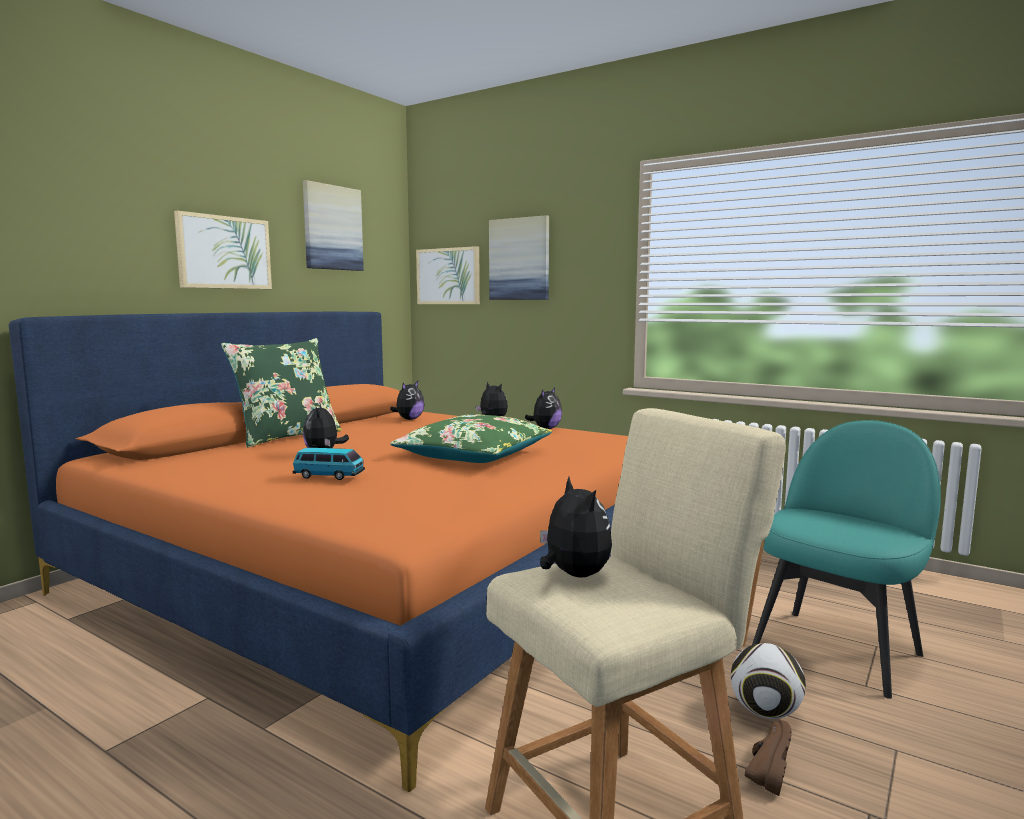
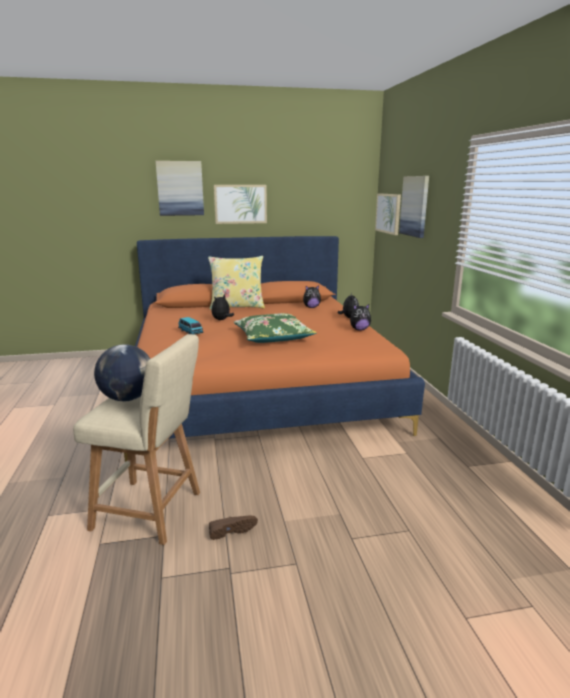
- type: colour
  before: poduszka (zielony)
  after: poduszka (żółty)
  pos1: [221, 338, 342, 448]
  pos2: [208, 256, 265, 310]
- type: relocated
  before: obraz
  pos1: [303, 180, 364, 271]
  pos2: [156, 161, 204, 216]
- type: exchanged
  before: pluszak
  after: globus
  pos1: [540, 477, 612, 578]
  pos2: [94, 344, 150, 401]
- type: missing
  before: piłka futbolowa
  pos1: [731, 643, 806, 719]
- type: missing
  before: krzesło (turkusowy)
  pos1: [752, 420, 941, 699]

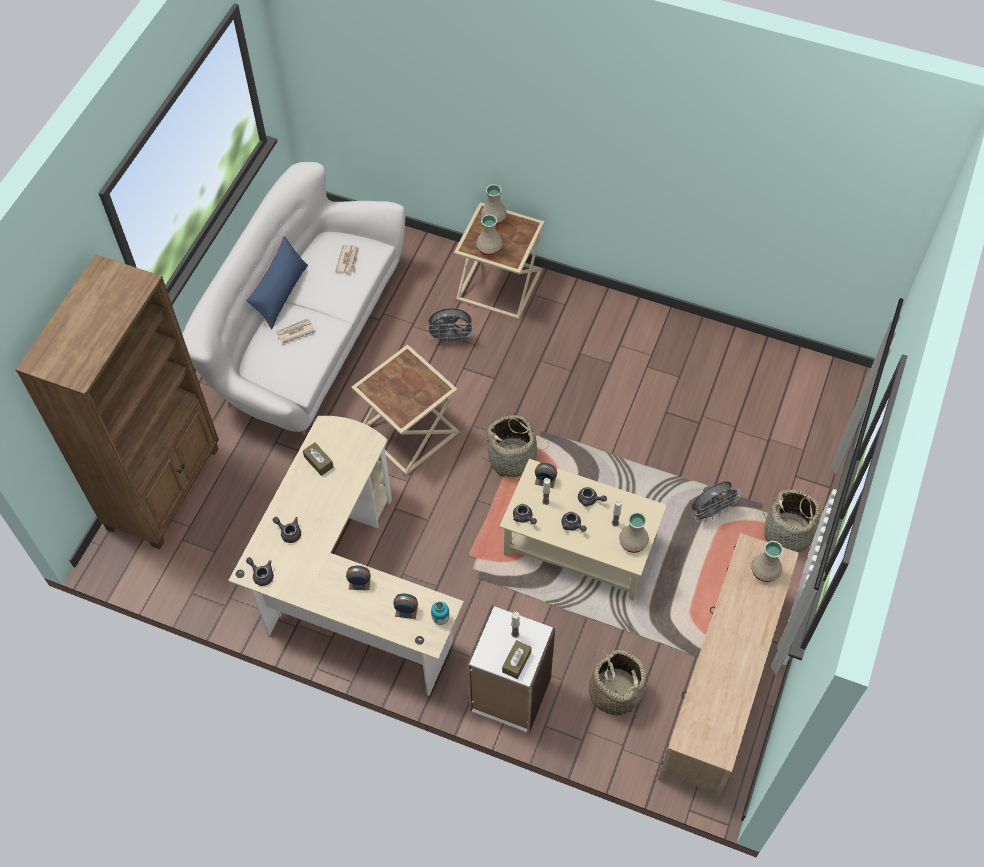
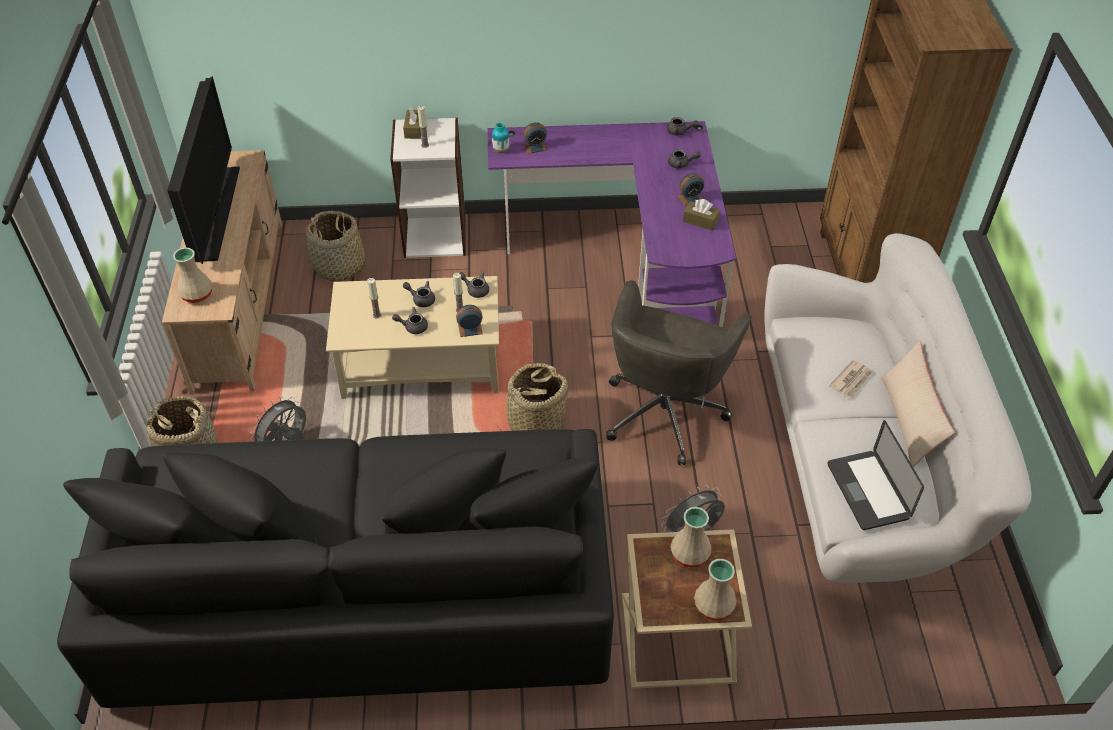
- type: colour
  before: biurko (beżowy)
  after: biurko (fioletowy)
  pos1: [228, 416, 464, 696]
  pos2: [487, 121, 736, 327]
- type: colour
  before: poduszka (niebieski)
  after: poduszka (beżowy)
  pos1: [246, 236, 308, 330]
  pos2: [881, 341, 955, 468]
- type: exchanged
  before: gazeta
  after: laptop
  pos1: [335, 244, 359, 274]
  pos2: [827, 420, 924, 530]
- type: relocated
  before: budzik
  pos1: [346, 566, 371, 590]
  pos2: [678, 173, 704, 206]
- type: exchanged
  before: stolik (beżowy)
  after: krzesło biurowe (szary)
  pos1: [351, 344, 460, 475]
  pos2: [606, 280, 752, 465]
- type: missing
  before: wazon (beżowy)
  pos1: [619, 512, 649, 553]
- type: appeared
  after: kanapa (czarny)
  pos2: [57, 429, 614, 708]
- type: appeared
  after: telewizor
  pos2: [167, 76, 240, 264]

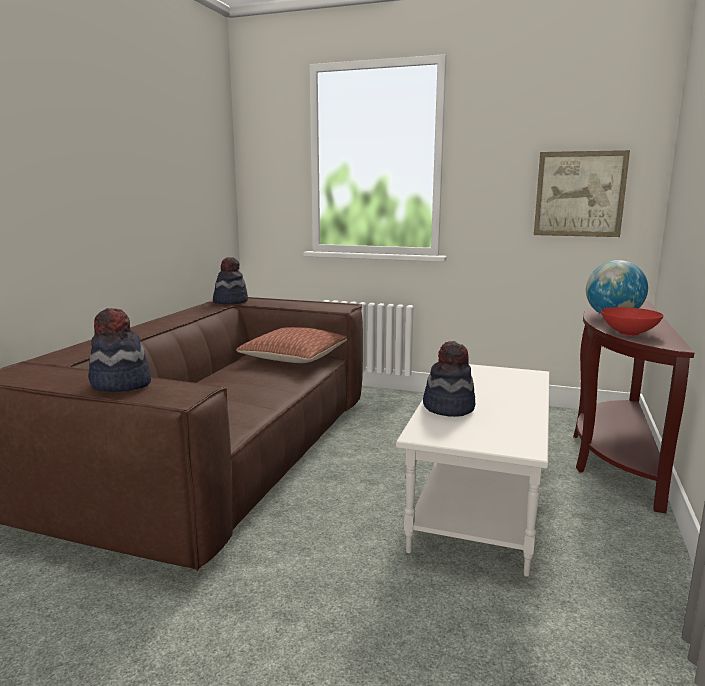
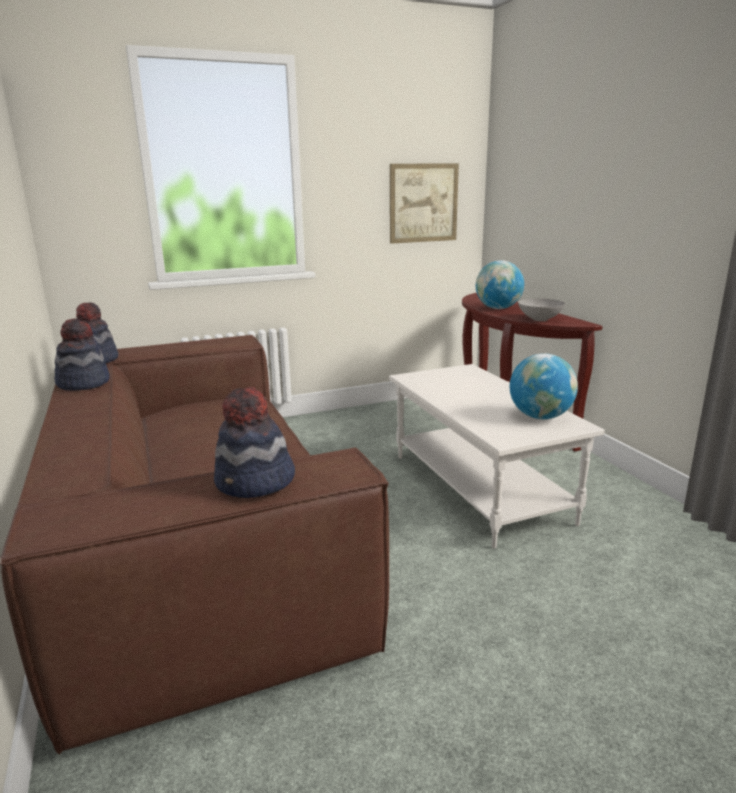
- type: missing
  before: poduszka
  pos1: [236, 327, 347, 363]
- type: relocated
  before: kapelusz
  pos1: [423, 341, 475, 417]
  pos2: [54, 319, 110, 390]
- type: colour
  before: miska (czerwony)
  after: miska (szary)
  pos1: [601, 307, 664, 336]
  pos2: [518, 299, 565, 321]
- type: appeared
  after: globus
  pos2: [510, 353, 578, 419]

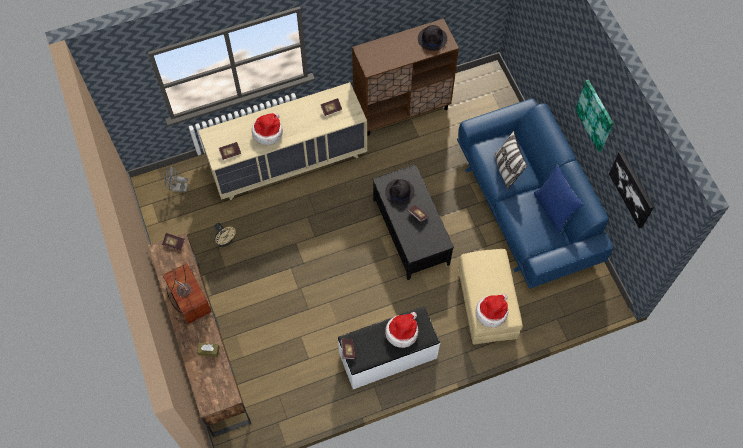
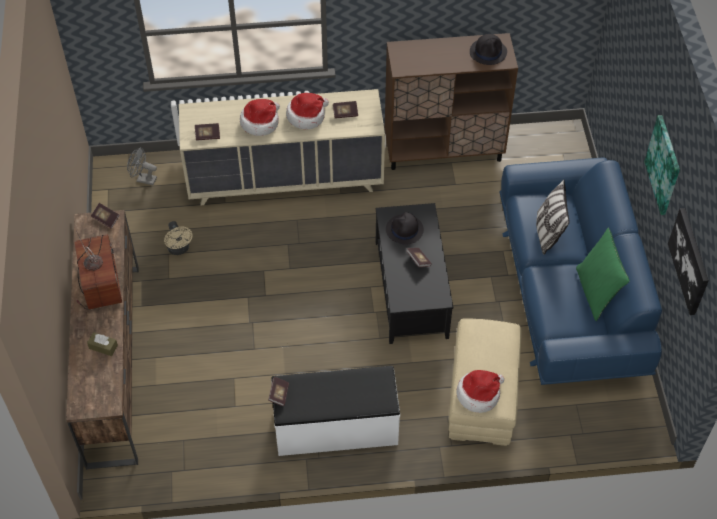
- type: relocated
  before: kapelusz
  pos1: [385, 312, 418, 348]
  pos2: [286, 93, 329, 129]
- type: colour
  before: poduszka (niebieski)
  after: poduszka (zielony)
  pos1: [534, 164, 584, 233]
  pos2: [576, 227, 630, 321]

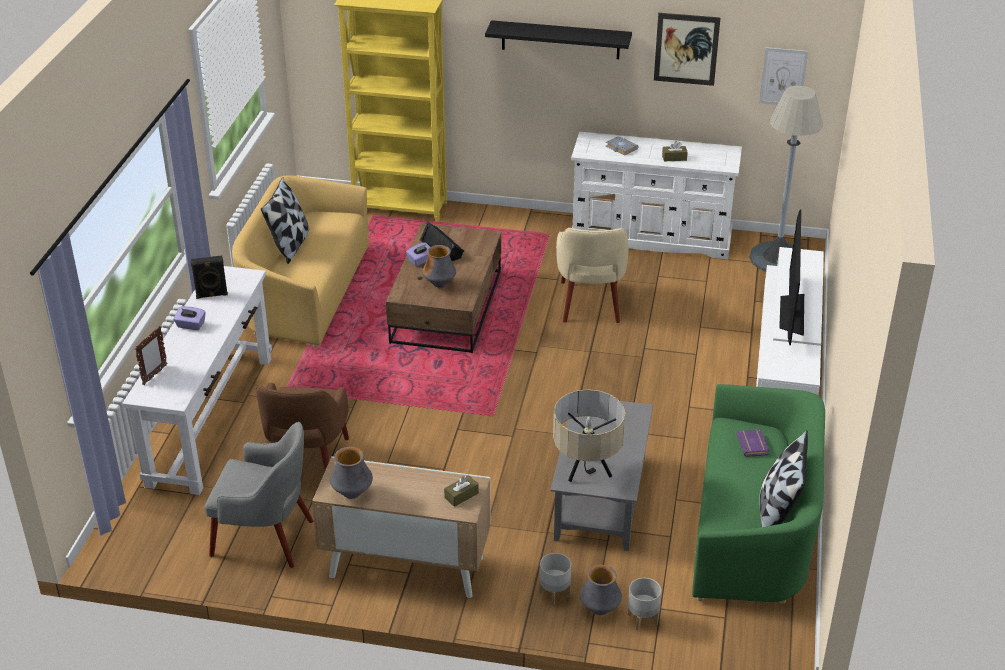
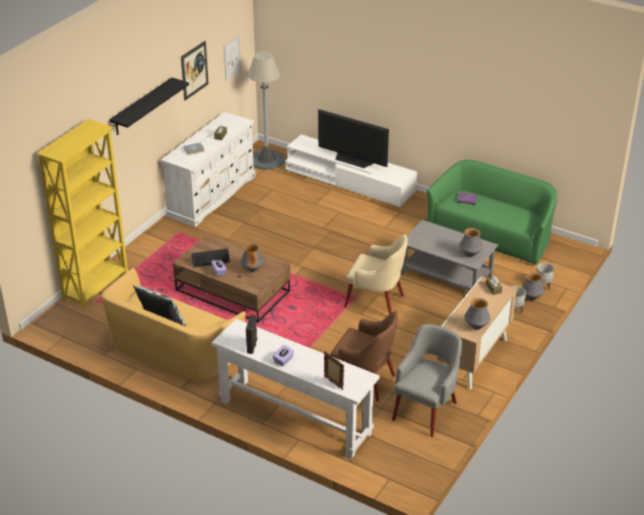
- type: exchanged
  before: lampa stołowa (beżowy)
  after: wazon
  pos1: [553, 389, 626, 482]
  pos2: [459, 228, 483, 257]
- type: relocated
  before: fotel (beżowy)
  pos1: [556, 228, 629, 323]
  pos2: [344, 234, 408, 314]
- type: missing
  before: poduszka
  pos1: [759, 430, 808, 527]

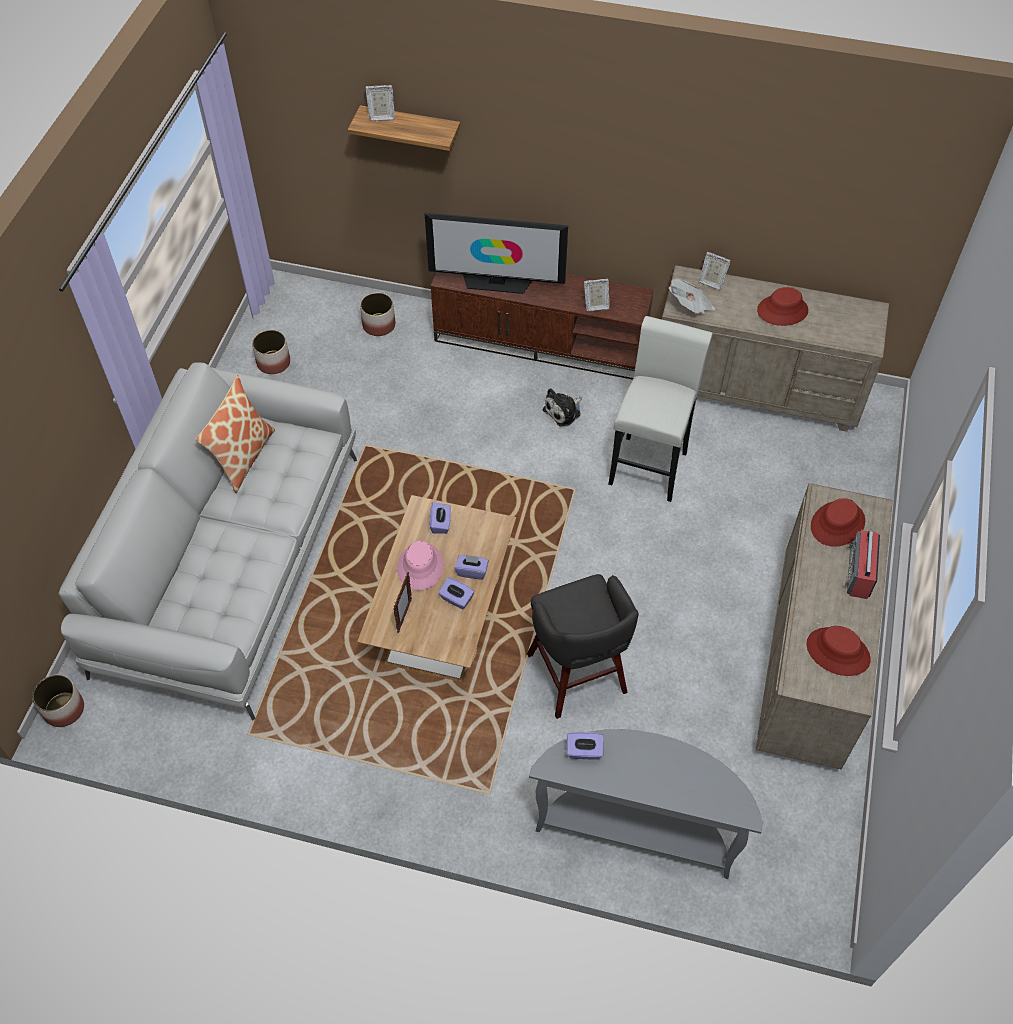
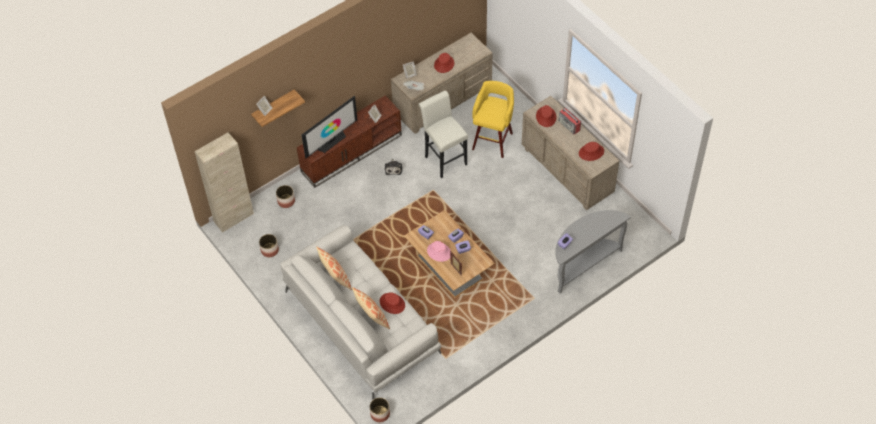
- type: missing
  before: stołek (szary)
  pos1: [527, 574, 639, 719]
- type: appeared
  after: szafka (beżowy)
  pos2: [194, 132, 254, 233]
- type: appeared
  after: poduszka
  pos2: [352, 287, 390, 329]
- type: appeared
  after: kapelusz (czerwony)
  pos2: [380, 292, 405, 314]
- type: appeared
  after: stołek (żółty)
  pos2: [472, 81, 514, 158]

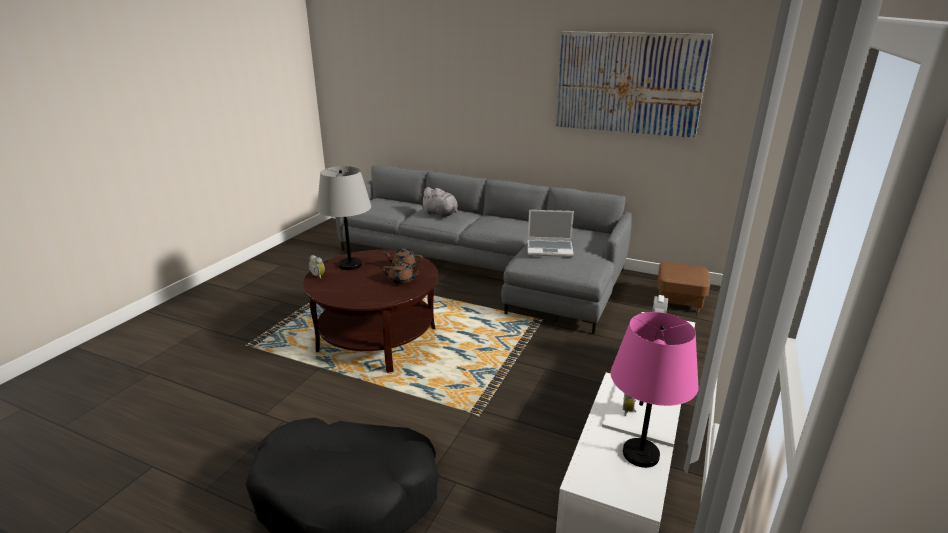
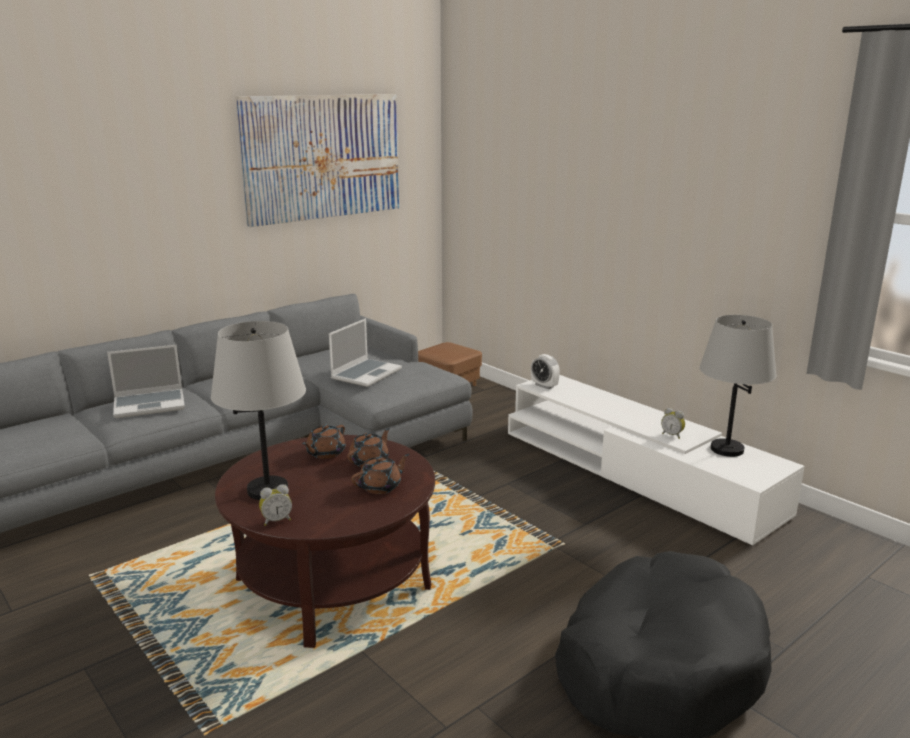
- type: exchanged
  before: pluszak (szary)
  after: laptop
  pos1: [420, 187, 458, 218]
  pos2: [107, 345, 185, 418]
- type: colour
  before: lampa stołowa (różowy)
  after: lampa stołowa (szary)
  pos1: [611, 312, 699, 468]
  pos2: [699, 315, 776, 457]
- type: appeared
  after: imbryk (brązowy)
  pos2: [351, 454, 410, 494]

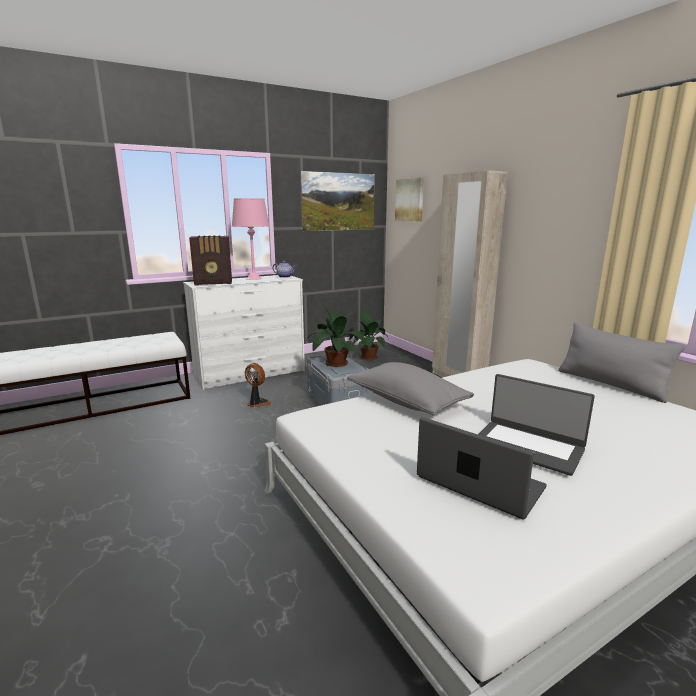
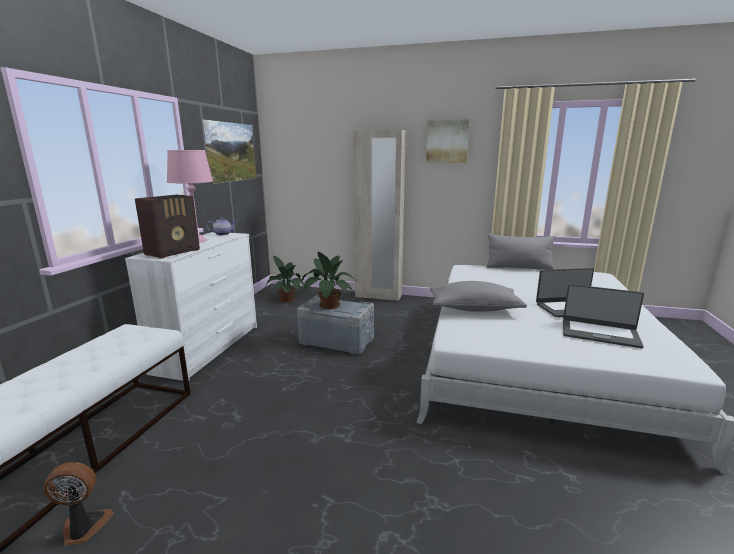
- type: relocated
  before: wentylator
  pos1: [245, 363, 272, 408]
  pos2: [44, 462, 114, 546]
- type: relocated
  before: obraz
  pos1: [395, 177, 424, 221]
  pos2: [426, 119, 469, 163]
- type: spun
  before: laptop
  pos1: [417, 417, 547, 520]
  pos2: [563, 284, 644, 348]
  turn: -150

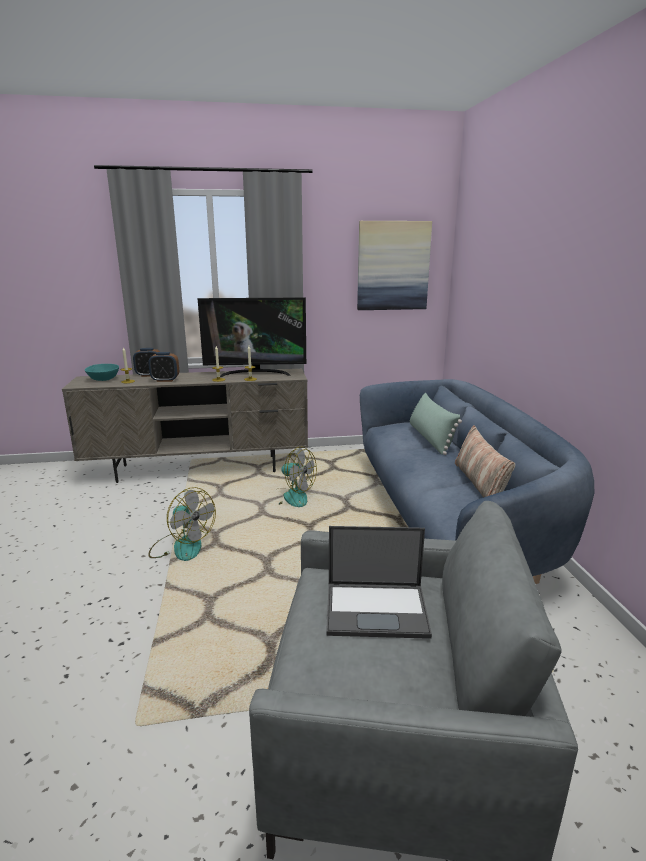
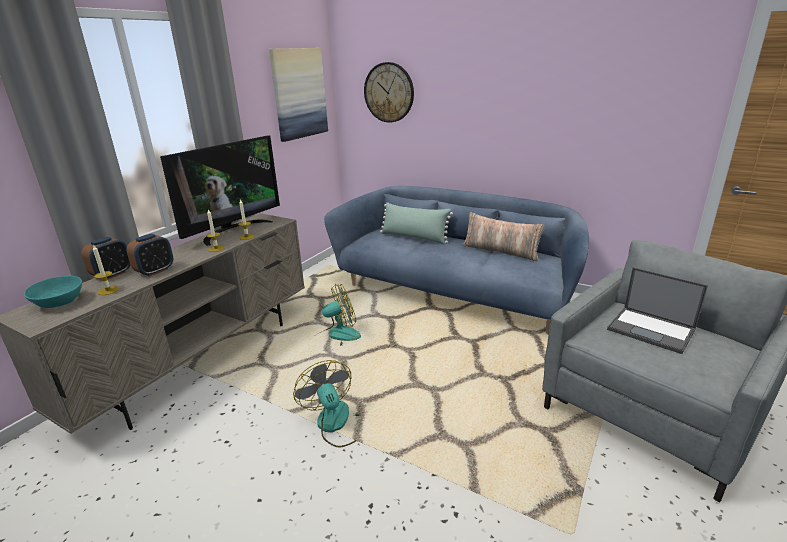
- type: spun
  before: wentylator
  pos1: [148, 487, 216, 561]
  pos2: [293, 360, 360, 448]
  turn: -105
- type: spun
  before: laptop
  pos1: [326, 526, 432, 639]
  pos2: [607, 267, 708, 354]
  turn: 90
- type: appeared
  after: zegar ścienny
  pos2: [364, 62, 414, 123]

